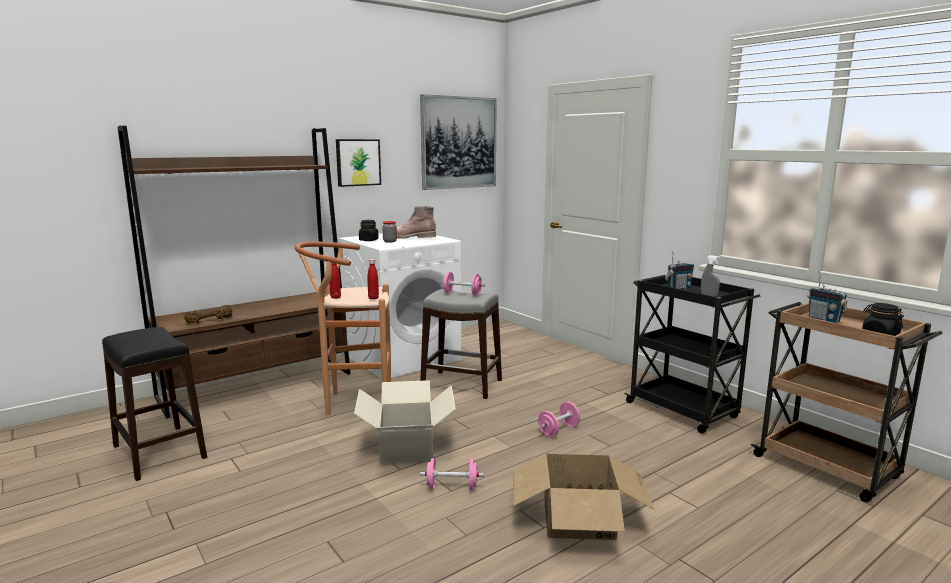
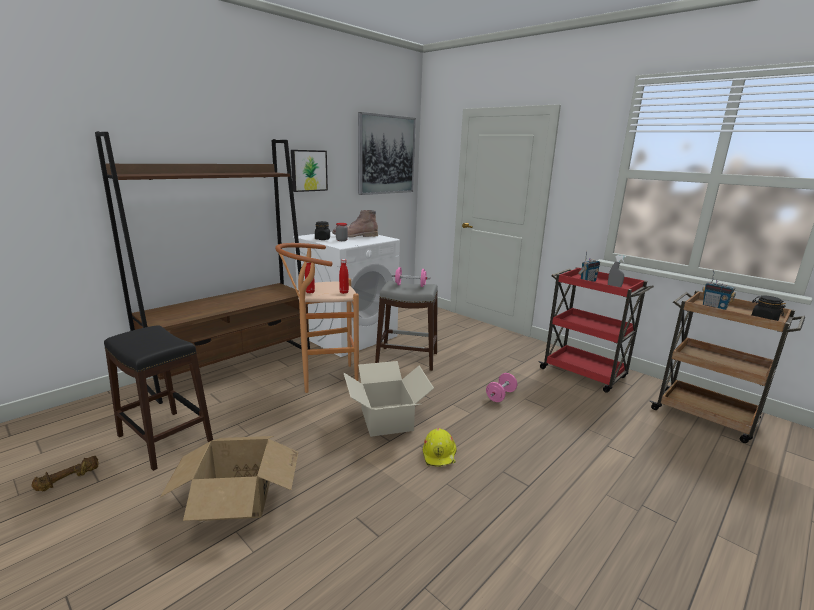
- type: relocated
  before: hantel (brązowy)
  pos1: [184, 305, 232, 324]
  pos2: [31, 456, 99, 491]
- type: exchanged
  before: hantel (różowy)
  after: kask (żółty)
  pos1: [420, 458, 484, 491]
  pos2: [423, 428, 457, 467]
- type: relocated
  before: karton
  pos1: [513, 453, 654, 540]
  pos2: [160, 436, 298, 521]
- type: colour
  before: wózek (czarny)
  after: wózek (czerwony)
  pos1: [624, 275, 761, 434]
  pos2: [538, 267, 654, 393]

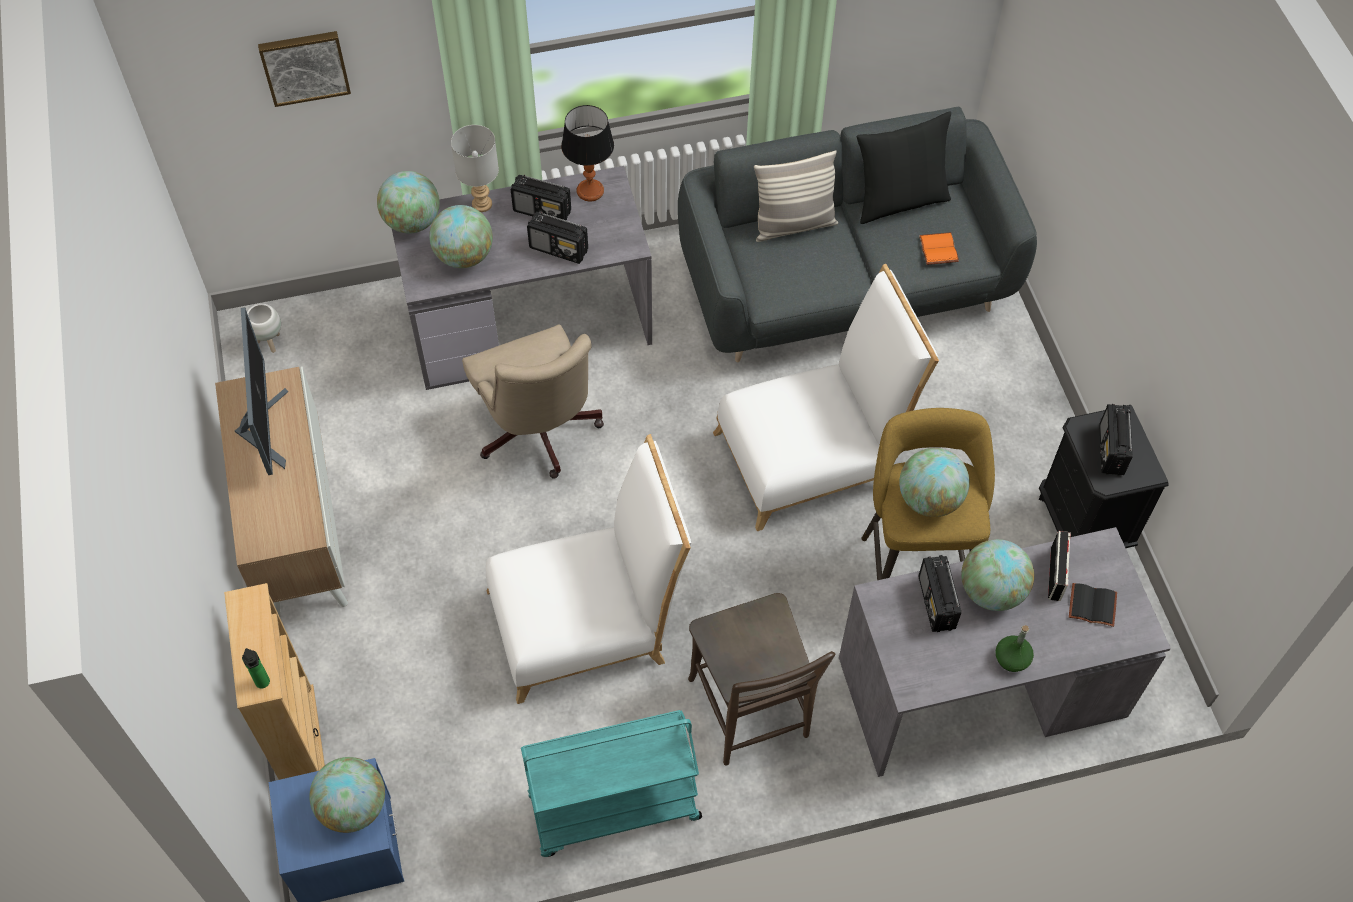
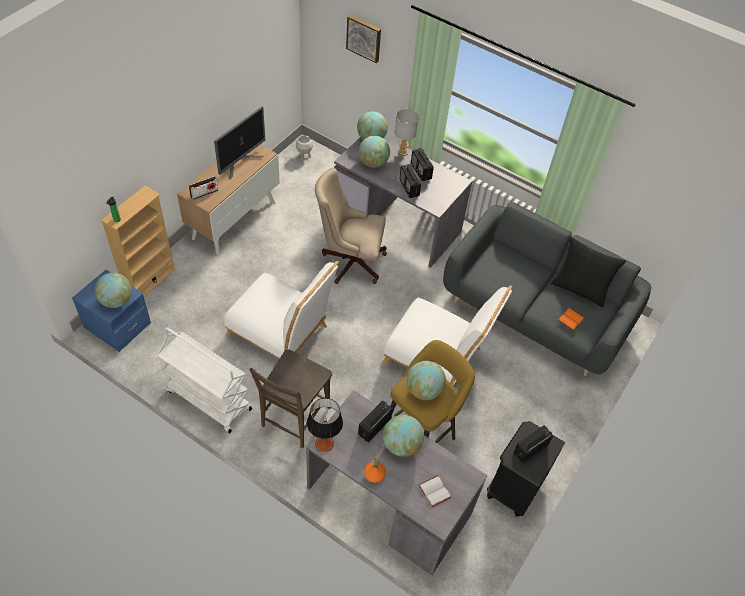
- type: spun
  before: krzesło biurowe (beżowy)
  pos1: [462, 324, 604, 479]
  pos2: [315, 168, 387, 284]
  turn: 75
- type: colour
  before: wózek (turkusowy)
  after: wózek (biały)
  pos1: [521, 710, 702, 857]
  pos2: [157, 327, 252, 433]
- type: relocated
  before: lampa stołowa
  pos1: [561, 105, 614, 201]
  pos2: [307, 398, 343, 452]
- type: missing
  before: poduszka
  pos1: [754, 150, 838, 242]
- type: colour
  before: butelka (zielony)
  after: butelka (pomarańczowy)
  pos1: [995, 625, 1034, 672]
  pos2: [364, 456, 386, 483]
- type: relocated
  before: radio
  pos1: [1048, 531, 1071, 601]
  pos2: [189, 176, 218, 200]
- type: colour
  before: książka (czarny)
  after: książka (biały)
  pos1: [1069, 583, 1117, 627]
  pos2: [418, 475, 452, 507]

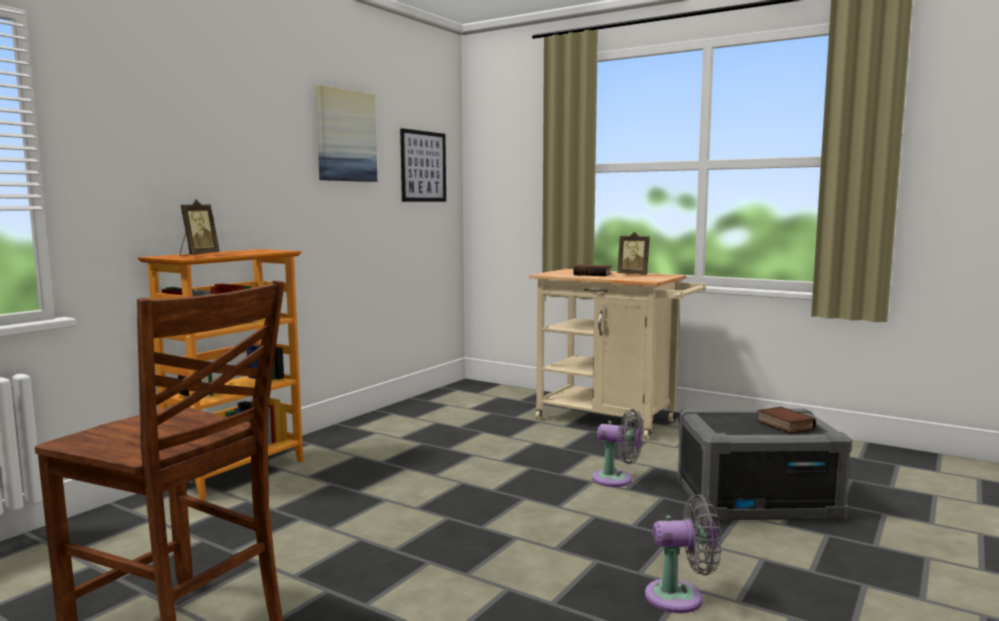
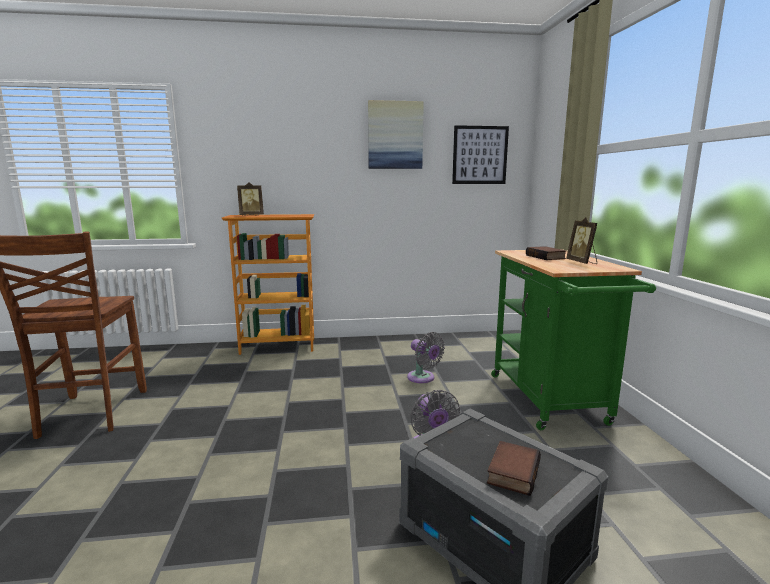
- type: colour
  before: wózek (beżowy)
  after: wózek (zielony)
  pos1: [529, 269, 706, 440]
  pos2: [491, 249, 656, 430]
- type: relocated
  before: wentylator (szary)
  pos1: [645, 495, 722, 613]
  pos2: [407, 332, 445, 383]

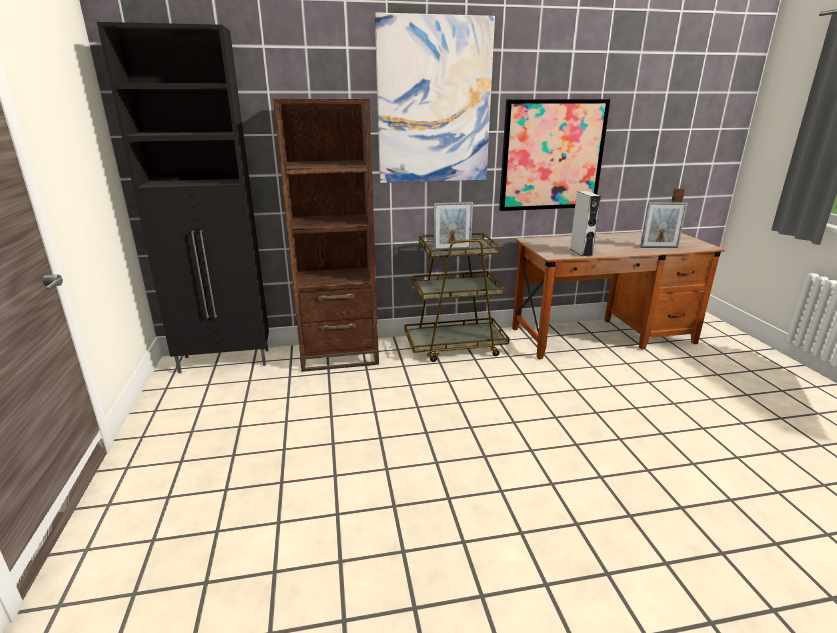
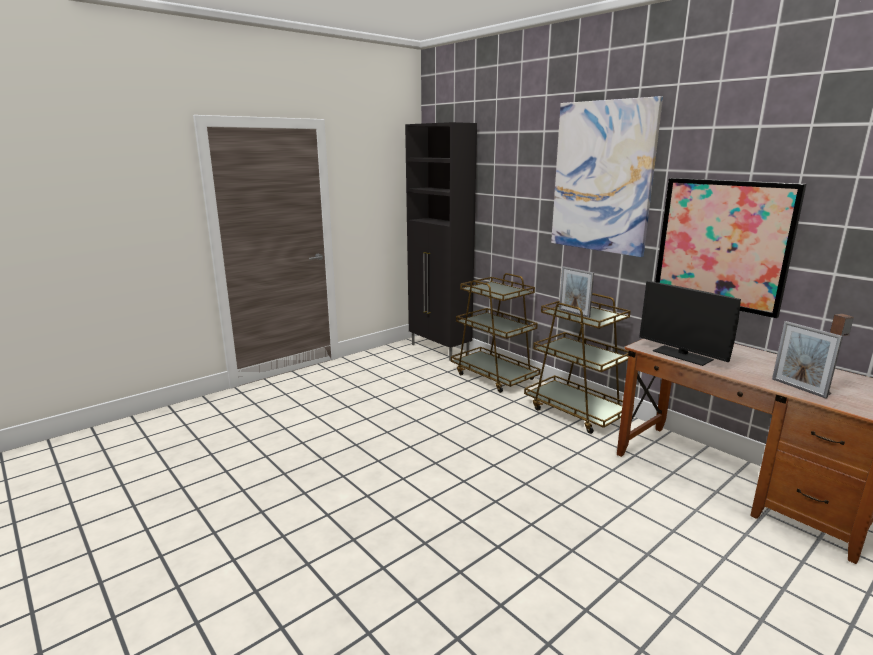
- type: exchanged
  before: regał (brązowy)
  after: wózek (brązowy)
  pos1: [273, 99, 379, 372]
  pos2: [451, 273, 541, 393]
- type: exchanged
  before: głośnik (szary)
  after: monitor
  pos1: [570, 191, 601, 257]
  pos2: [639, 281, 741, 366]

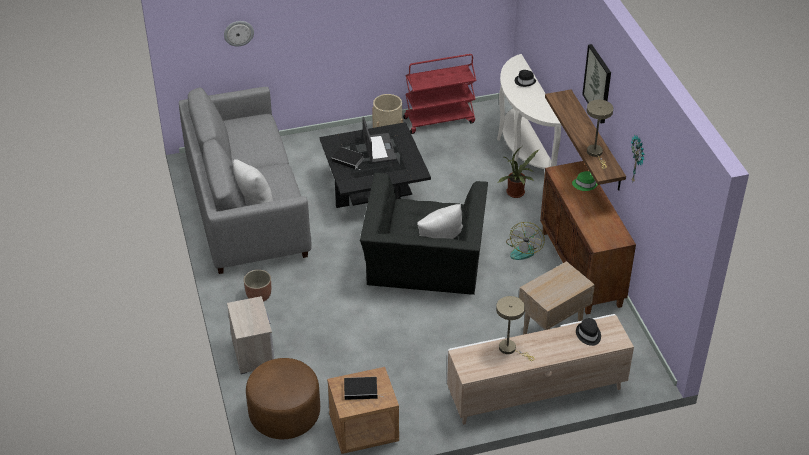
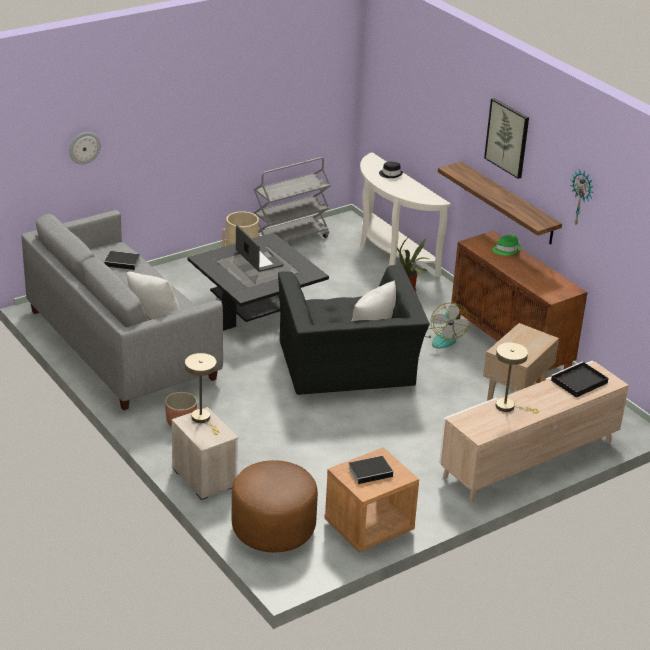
- type: relocated
  before: książka
  pos1: [331, 147, 364, 169]
  pos2: [104, 251, 140, 270]
- type: colour
  before: wózek (czerwony)
  after: wózek (szary)
  pos1: [403, 54, 476, 134]
  pos2: [253, 157, 331, 242]
- type: exchanged
  before: kapelusz (czarny)
  after: taca (czarny)
  pos1: [576, 318, 601, 346]
  pos2: [551, 361, 608, 397]
- type: relocated
  before: lampa stołowa (beżowy)
  pos1: [587, 100, 613, 169]
  pos2: [185, 353, 219, 435]

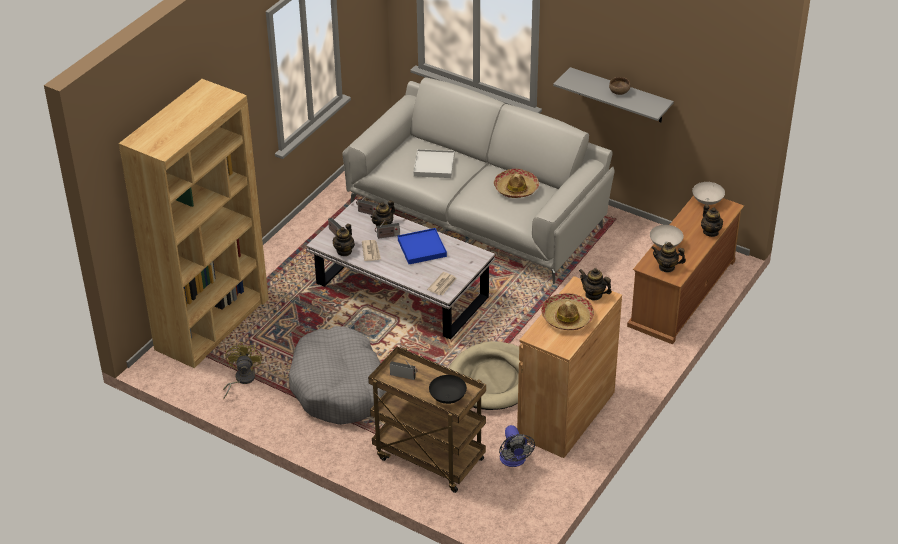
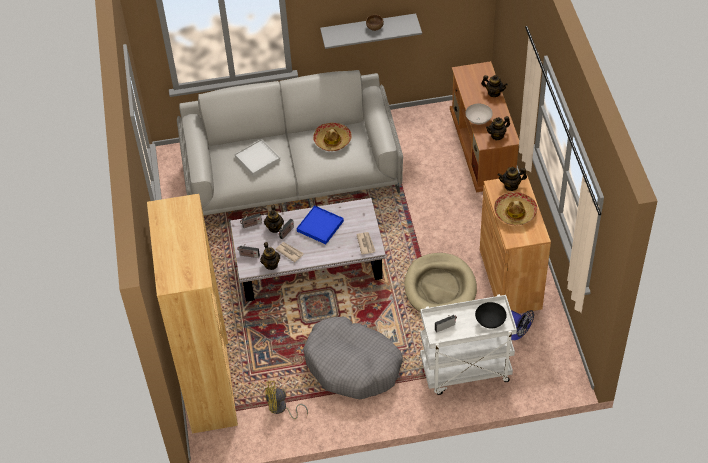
- type: spun
  before: wentylator (żółty)
  pos1: [223, 342, 262, 399]
  pos2: [265, 381, 308, 419]
  turn: -60
- type: colour
  before: wózek (brązowy)
  after: wózek (biały)
  pos1: [368, 346, 486, 493]
  pos2: [420, 294, 517, 395]
- type: missing
  before: miska (biały)
  pos1: [692, 182, 725, 205]

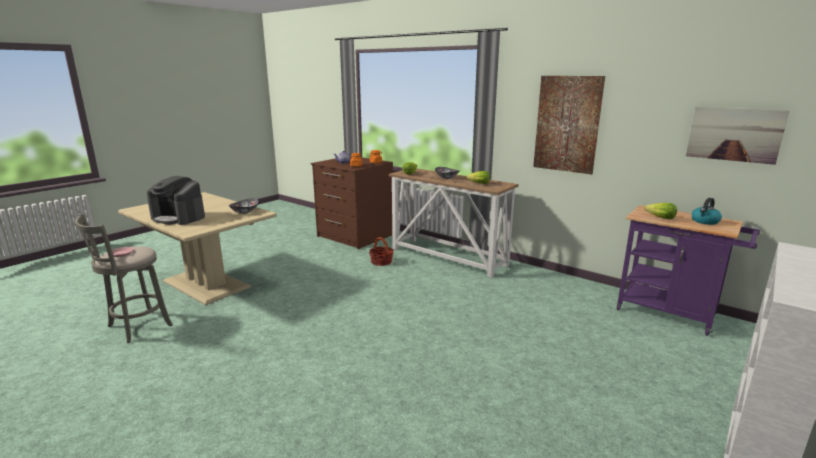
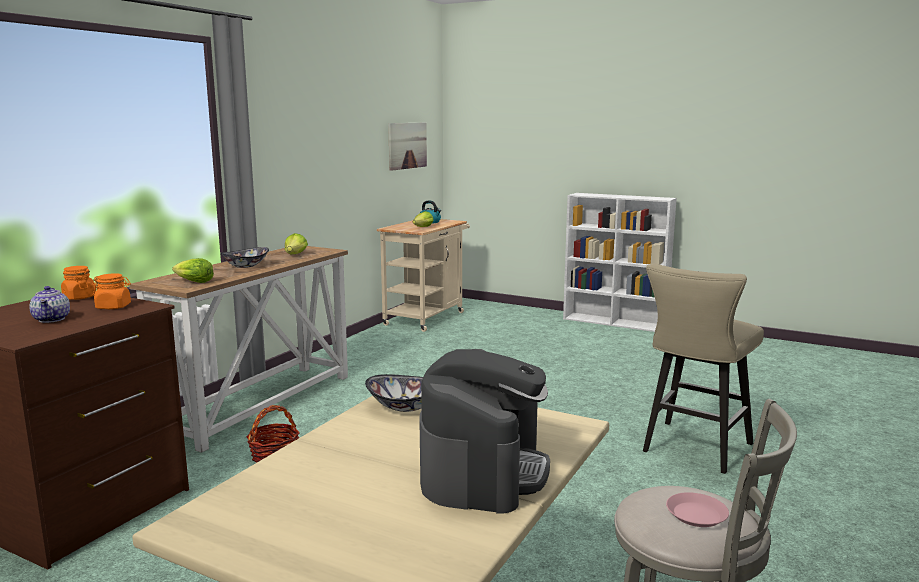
- type: missing
  before: obraz
  pos1: [533, 76, 605, 174]
- type: colour
  before: wózek (fioletowy)
  after: wózek (beżowy)
  pos1: [617, 205, 760, 336]
  pos2: [377, 219, 470, 332]
- type: appeared
  after: stołek (beżowy)
  pos2: [643, 263, 764, 474]

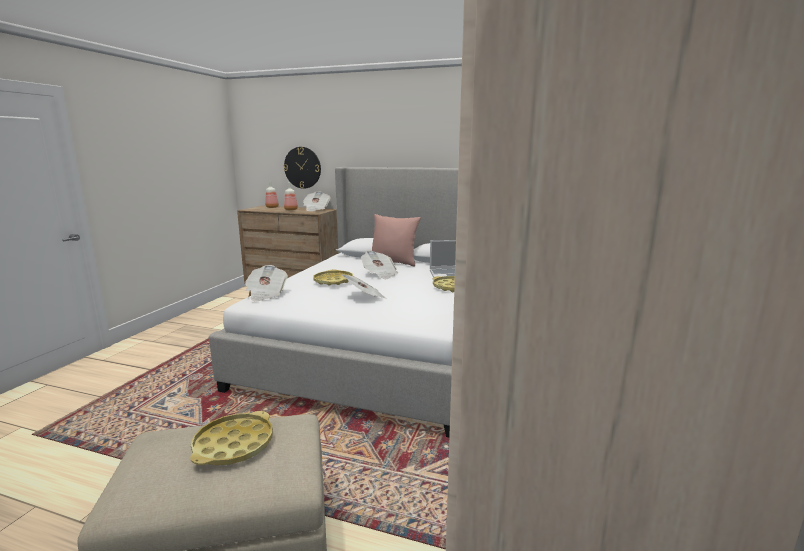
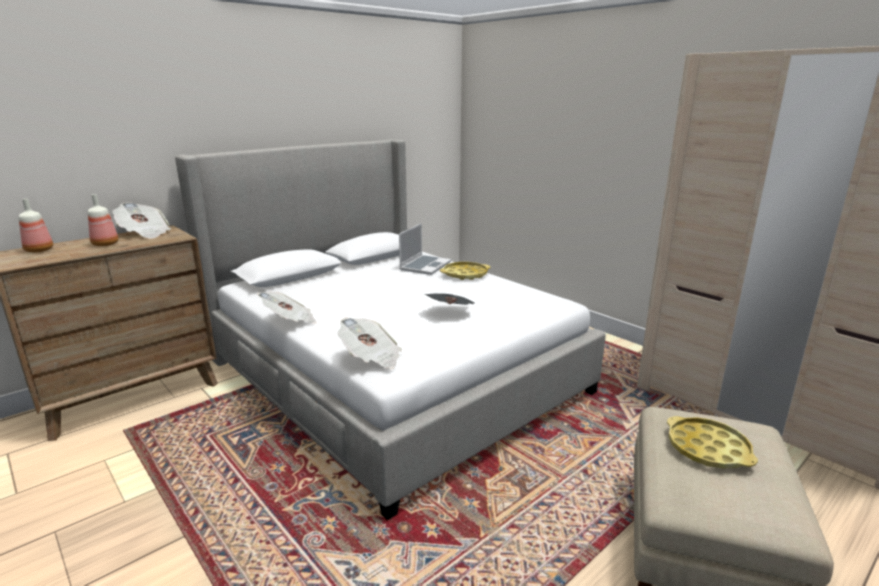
- type: missing
  before: zegar ścienny
  pos1: [284, 147, 321, 189]
- type: missing
  before: taca (żółty)
  pos1: [313, 270, 353, 285]
- type: relocated
  before: gazeta
  pos1: [361, 251, 398, 279]
  pos2: [257, 292, 317, 323]
- type: missing
  before: poduszka (różowy)
  pos1: [372, 214, 421, 266]

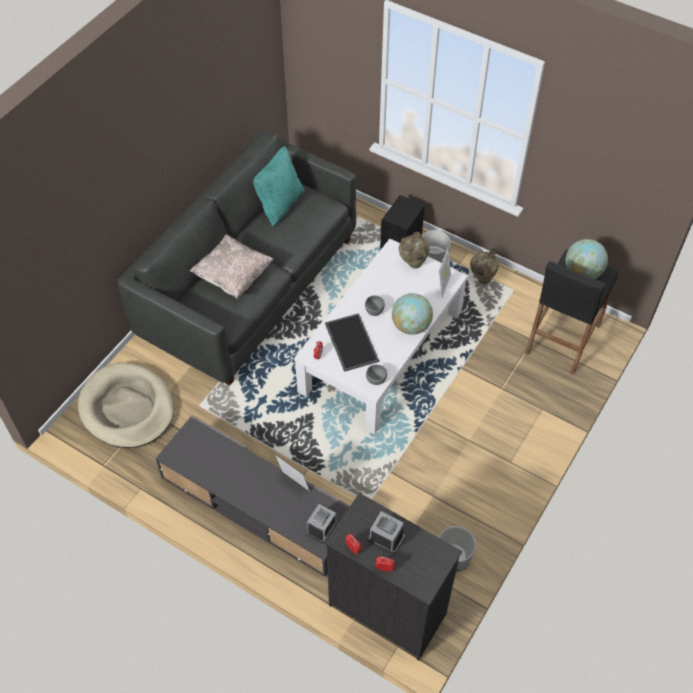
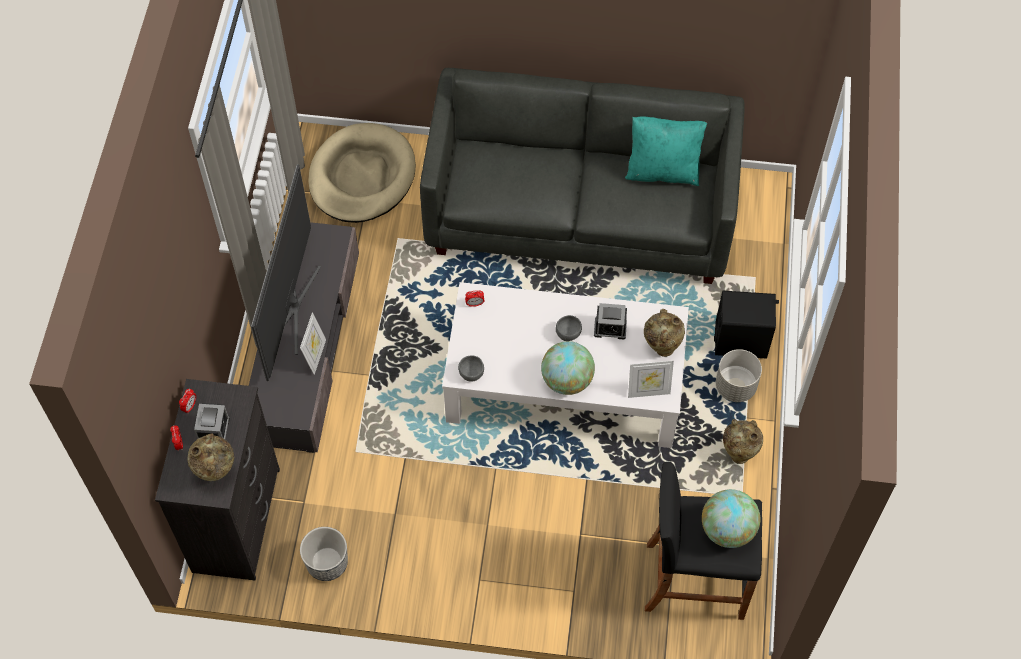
- type: missing
  before: poduszka (beżowy)
  pos1: [190, 234, 273, 299]
- type: relocated
  before: budzik
  pos1: [307, 504, 337, 543]
  pos2: [594, 303, 627, 340]
- type: missing
  before: taca
  pos1: [325, 313, 379, 372]
- type: appeared
  after: wazon (beżowy)
  pos2: [187, 433, 235, 481]
- type: appeared
  after: telewizor
  pos2: [251, 164, 321, 381]

